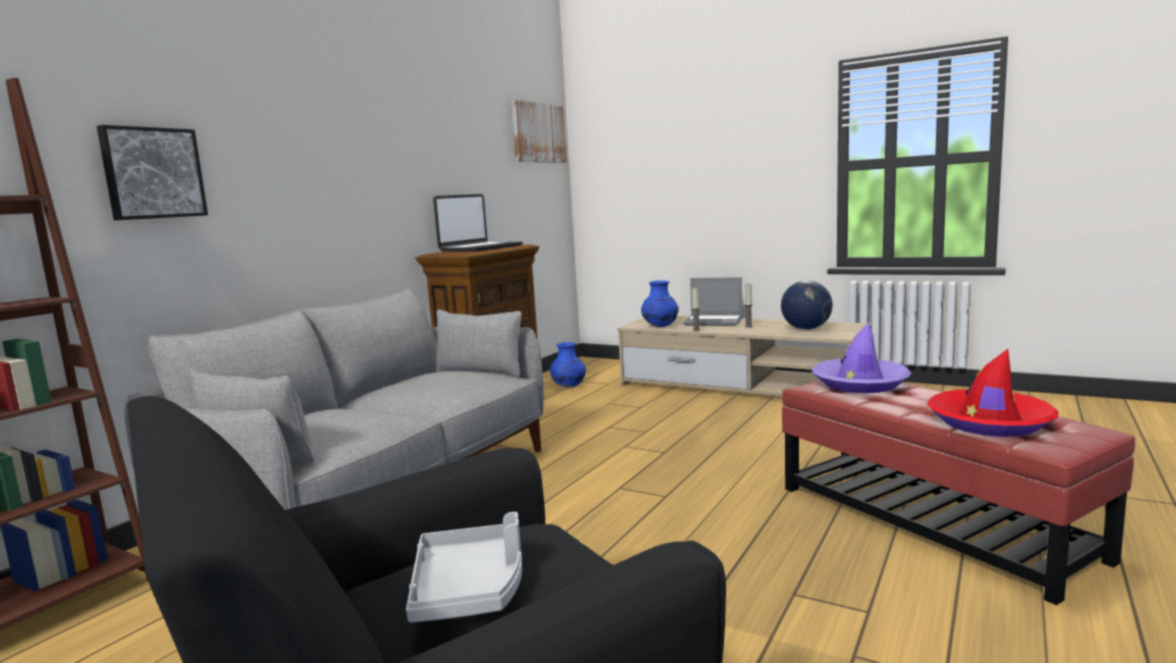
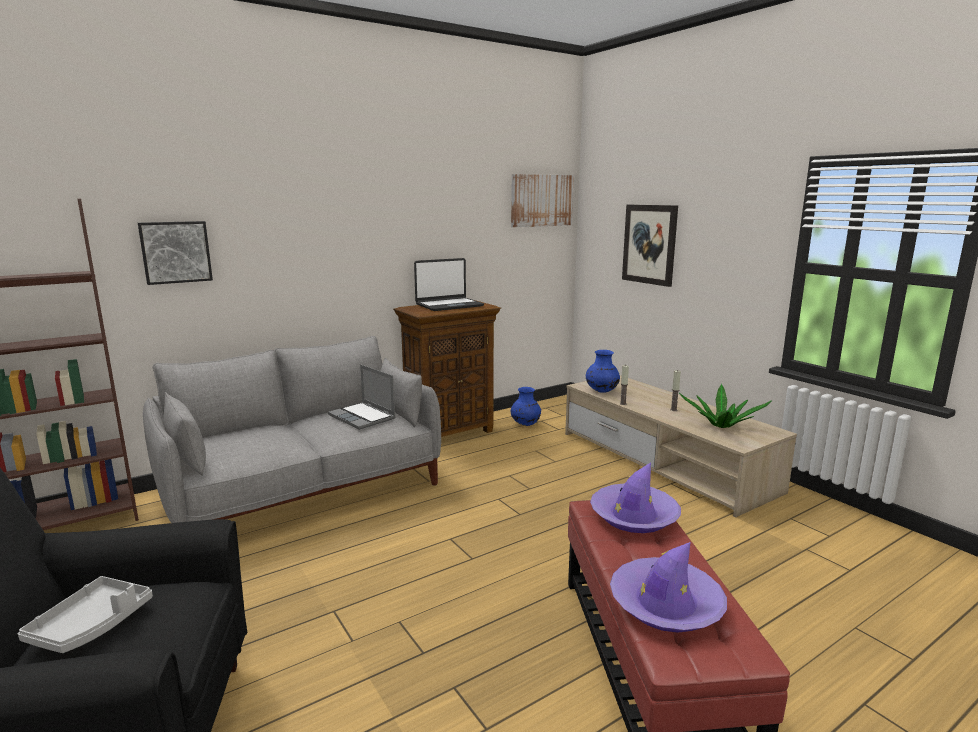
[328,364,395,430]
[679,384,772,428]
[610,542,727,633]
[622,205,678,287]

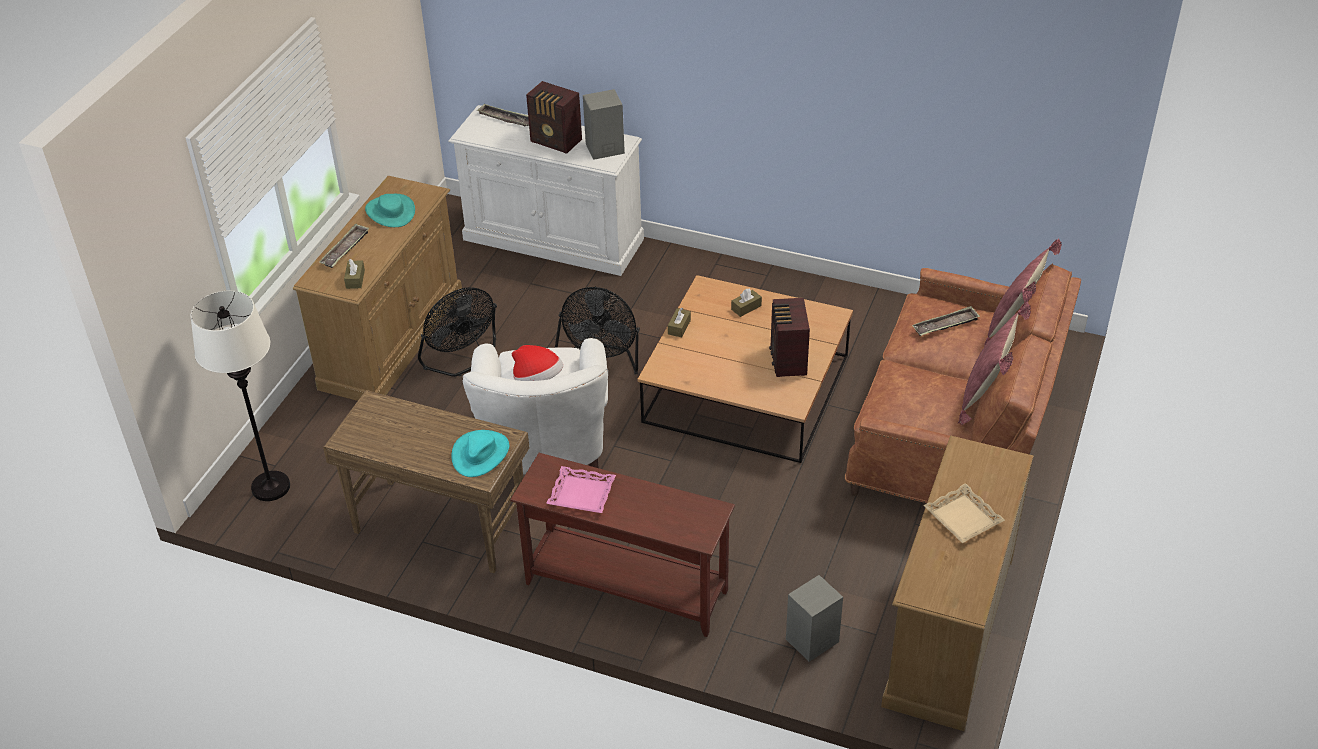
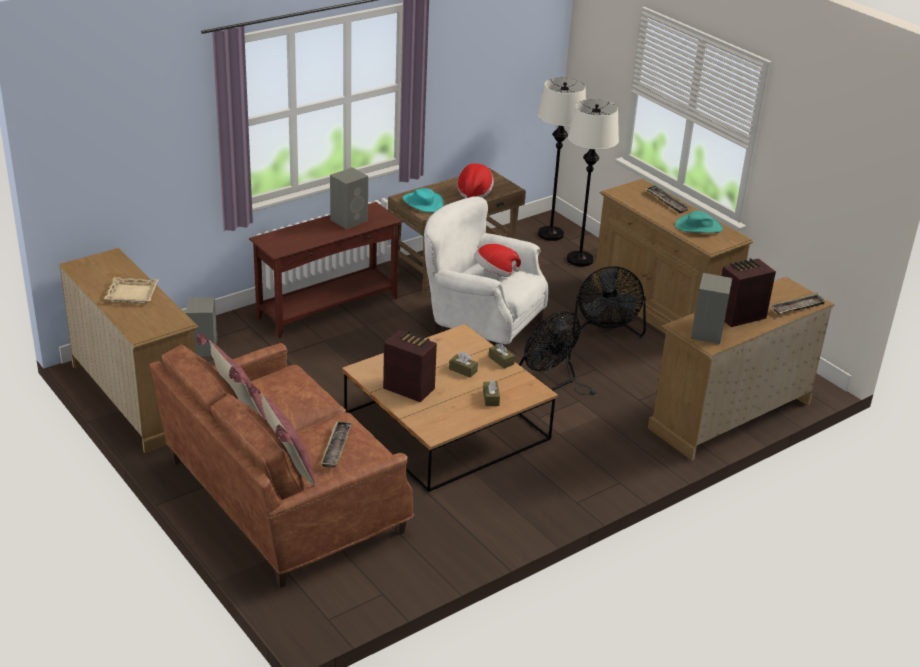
[648,277,835,461]
[449,352,478,378]
[572,266,646,339]
[330,167,368,229]
[567,99,619,267]
[457,164,494,198]

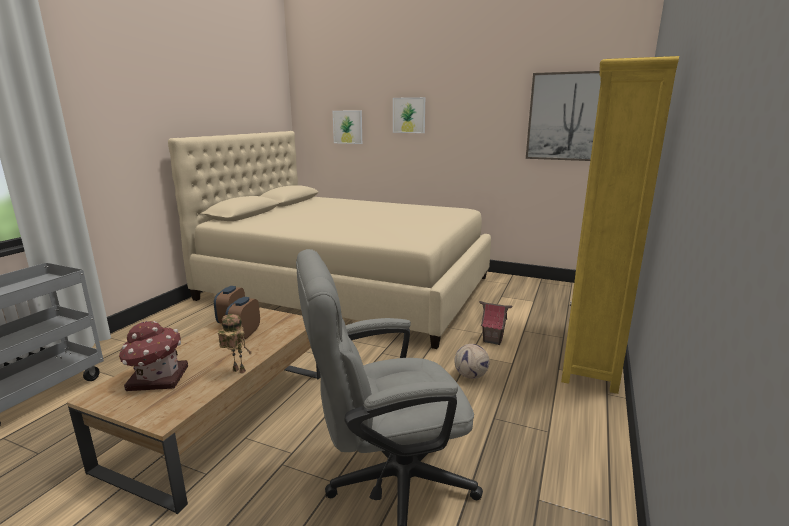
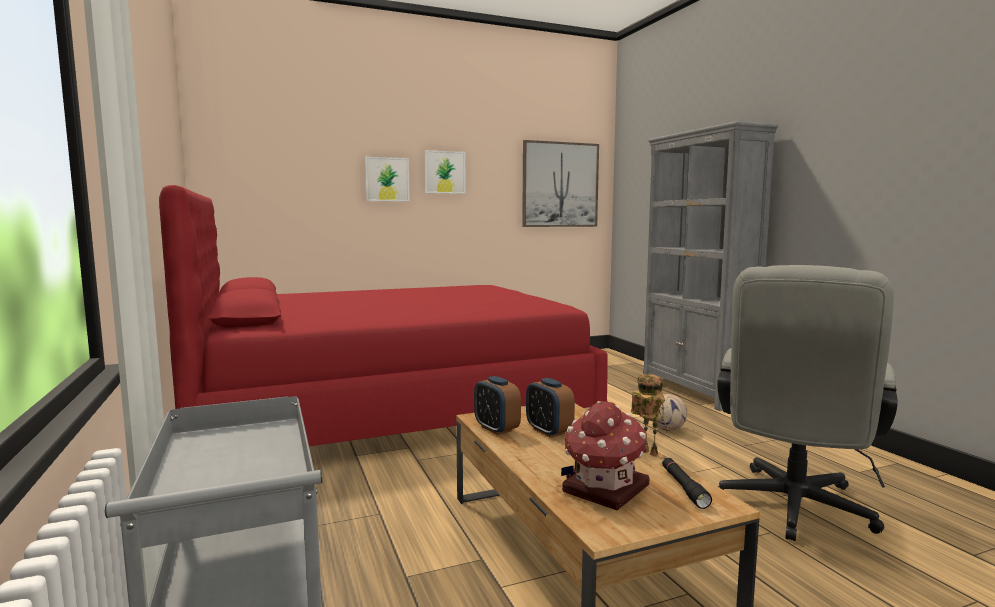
[643,121,778,411]
[425,150,466,194]
[159,185,608,446]
[479,301,513,345] (first image)
[631,374,670,457]
[662,458,712,509]

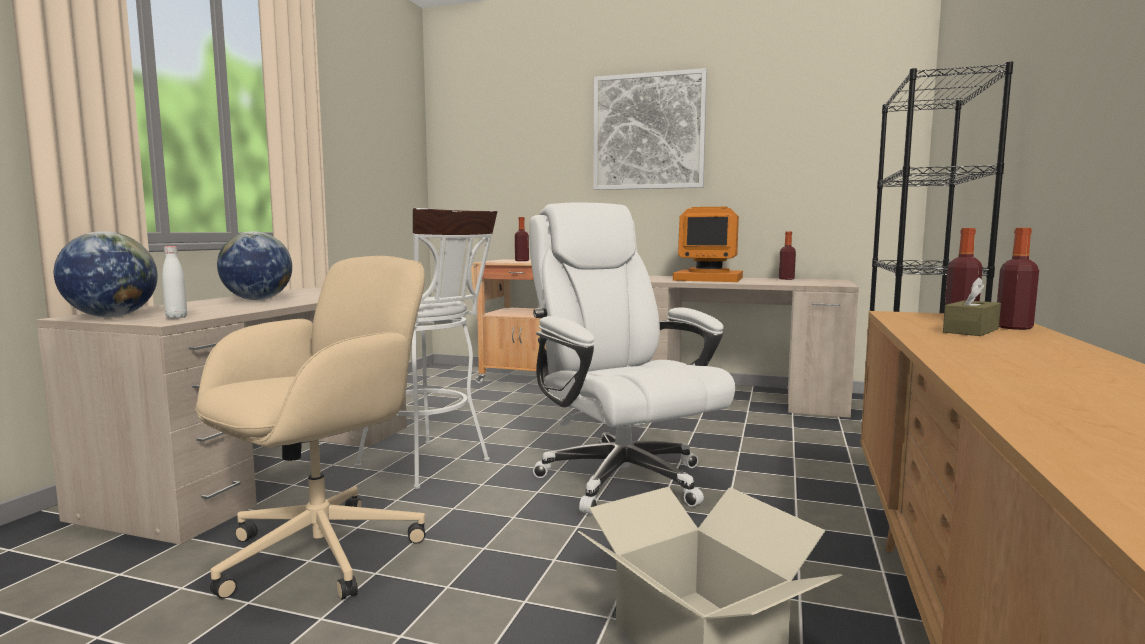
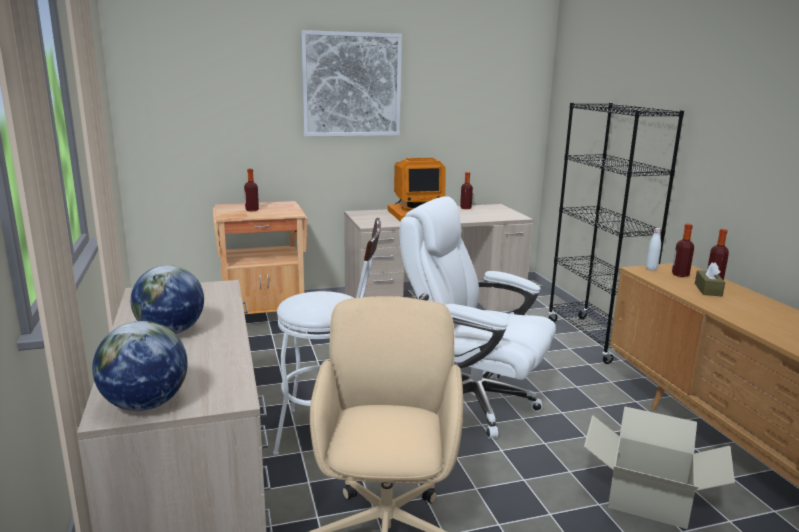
[646,228,661,271]

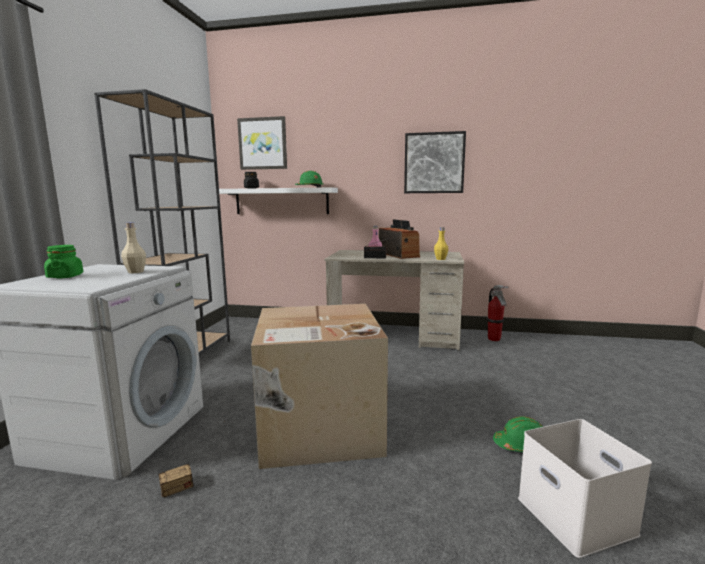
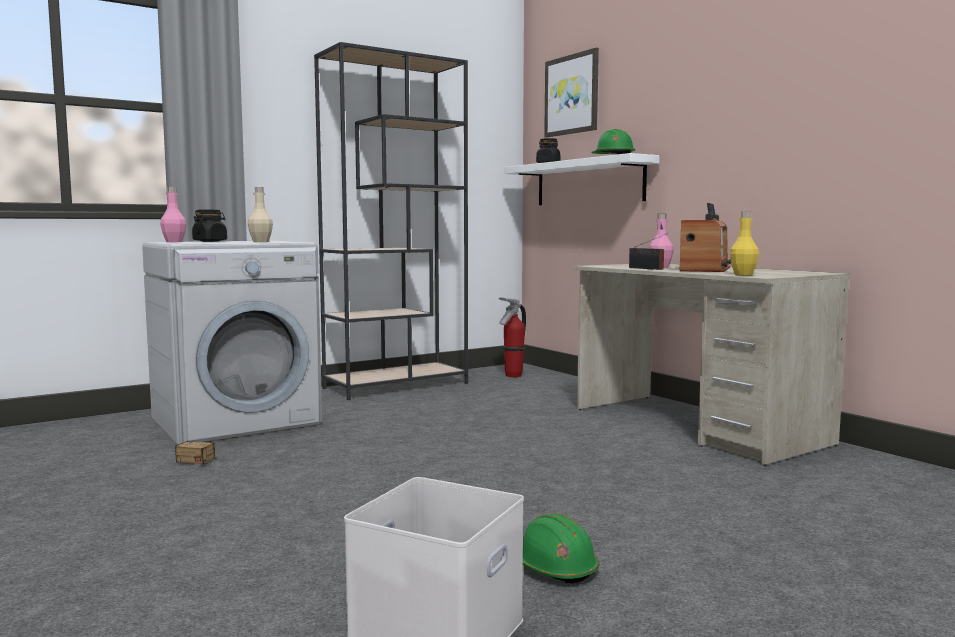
[404,131,466,193] (first image)
[192,210,227,242]
[499,297,526,377]
[251,304,388,469] (first image)
[160,187,186,242]

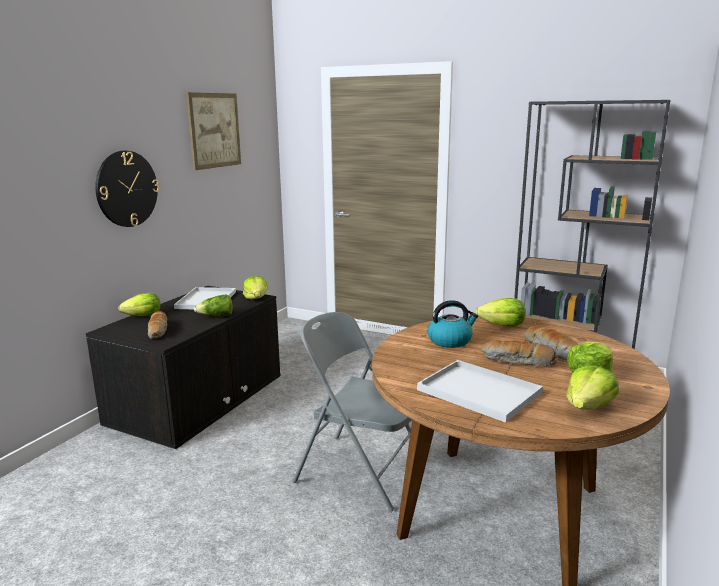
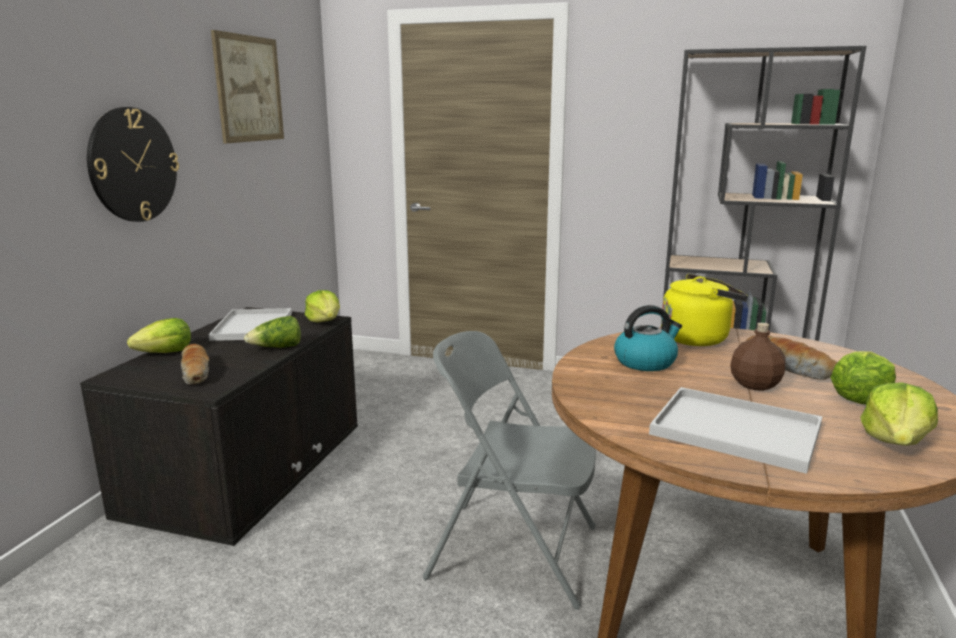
[661,274,748,346]
[730,322,786,391]

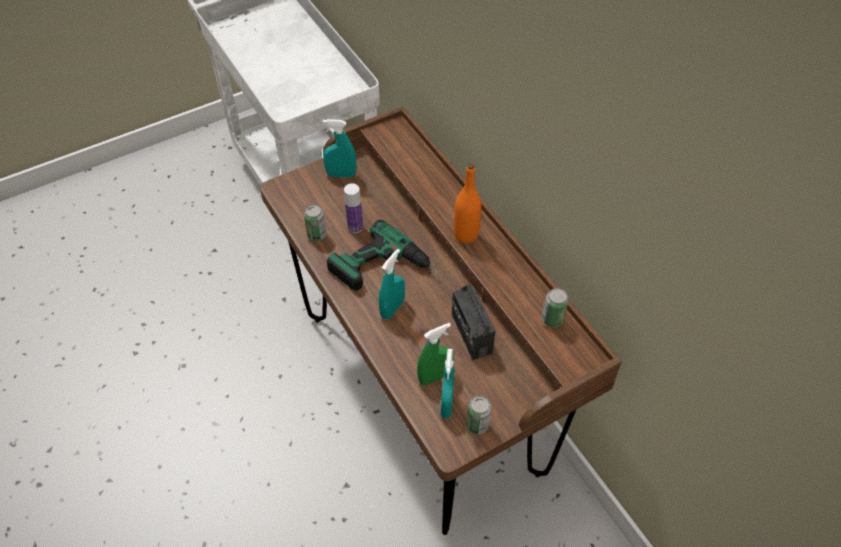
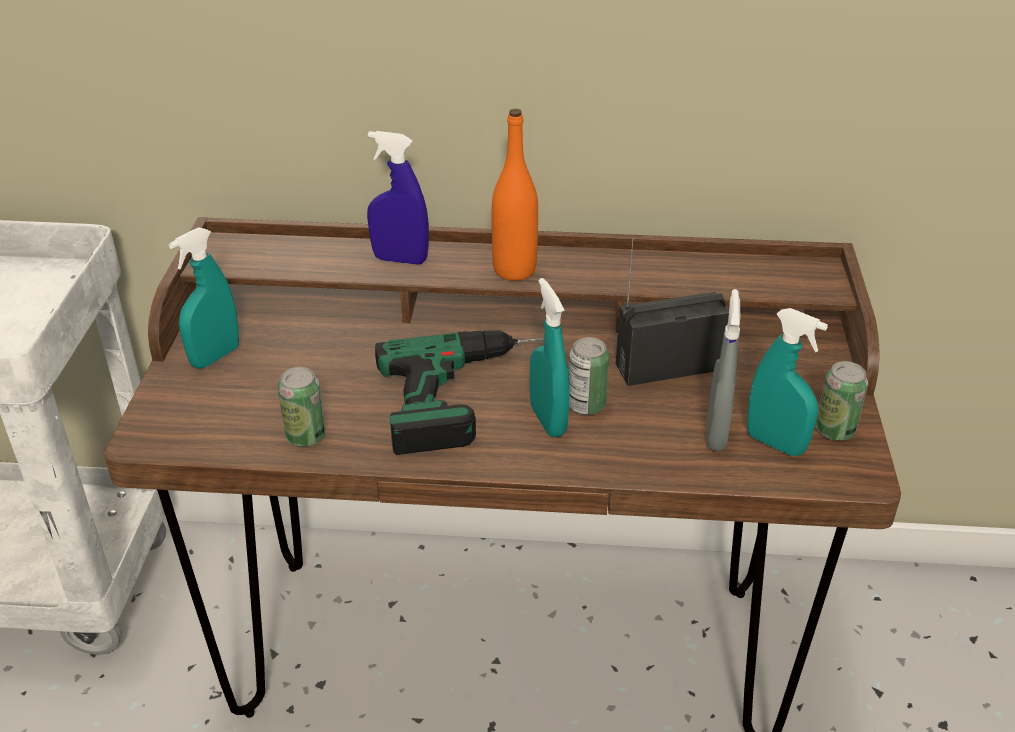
[344,183,363,233] (first image)
[616,238,729,386]
[569,337,609,415]
[707,289,740,451]
[367,131,429,265]

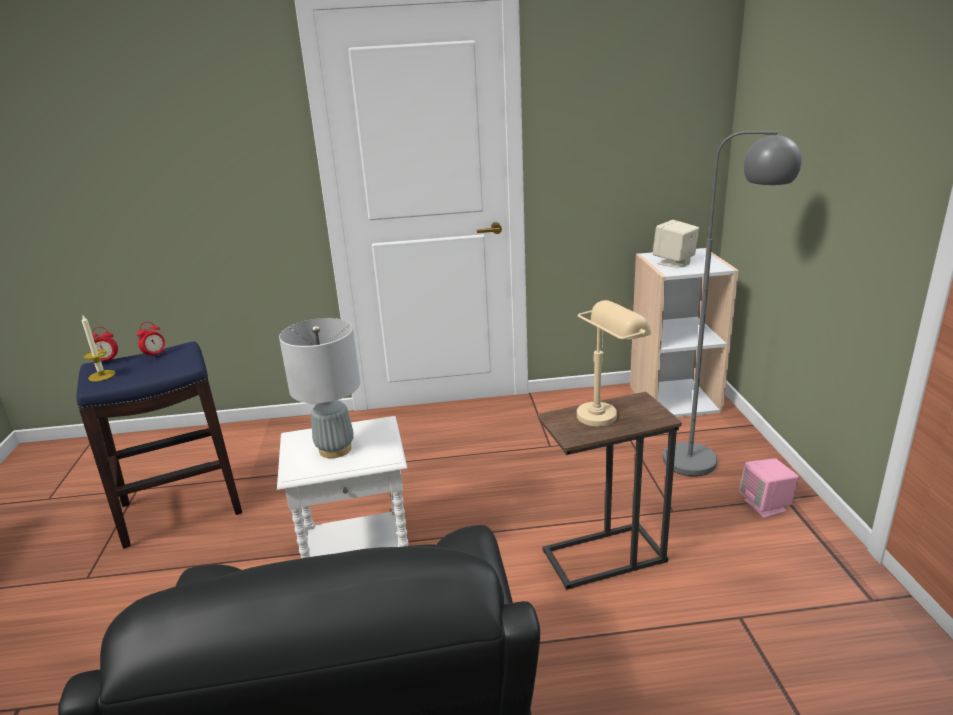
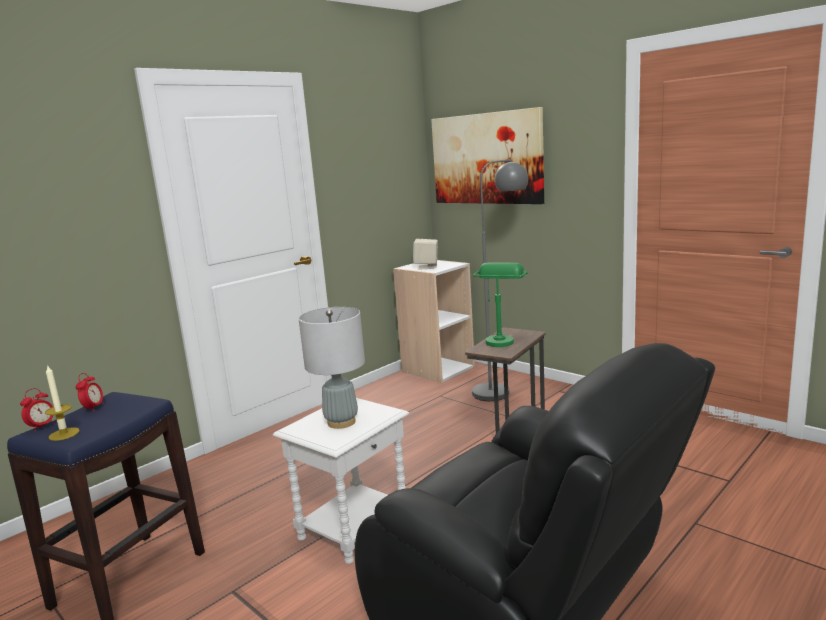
[473,263,528,347]
[739,458,799,518] (first image)
[431,107,544,204]

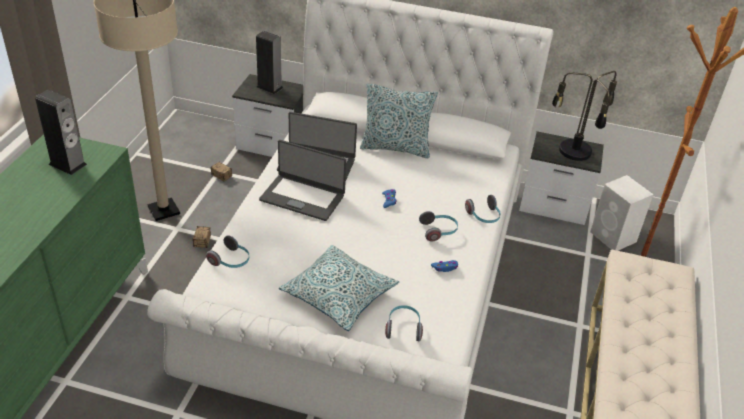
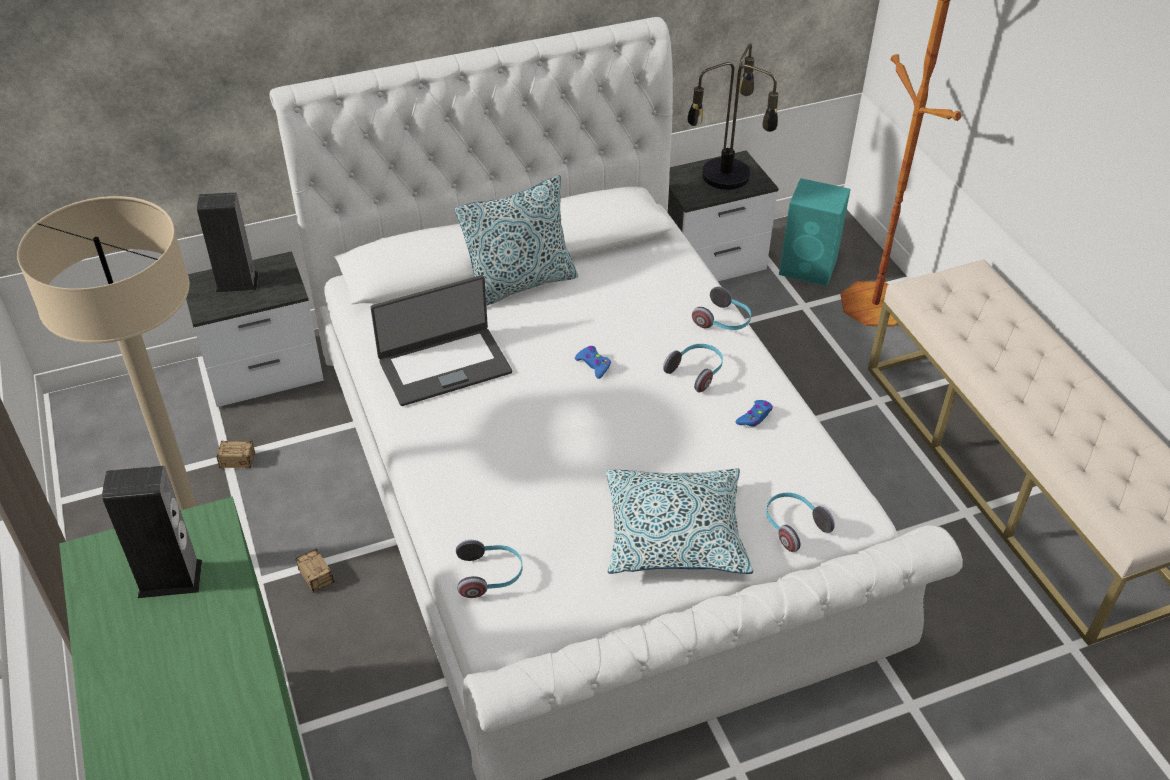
[259,140,346,221] (first image)
[779,178,851,286]

